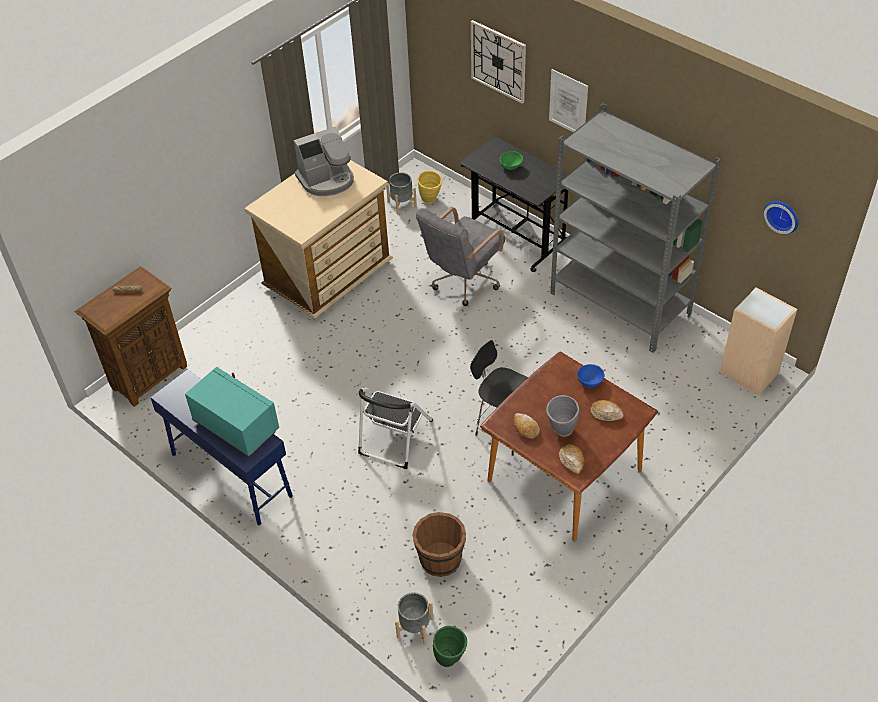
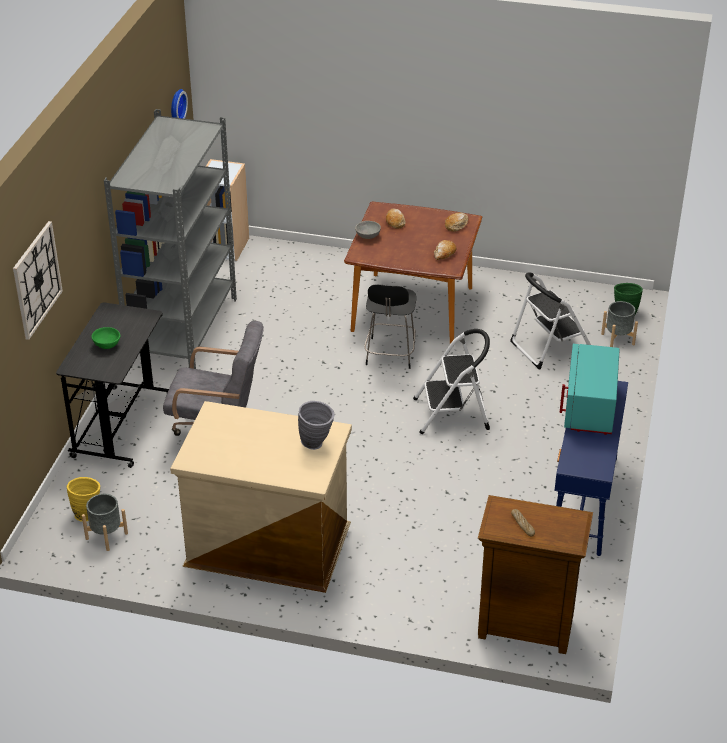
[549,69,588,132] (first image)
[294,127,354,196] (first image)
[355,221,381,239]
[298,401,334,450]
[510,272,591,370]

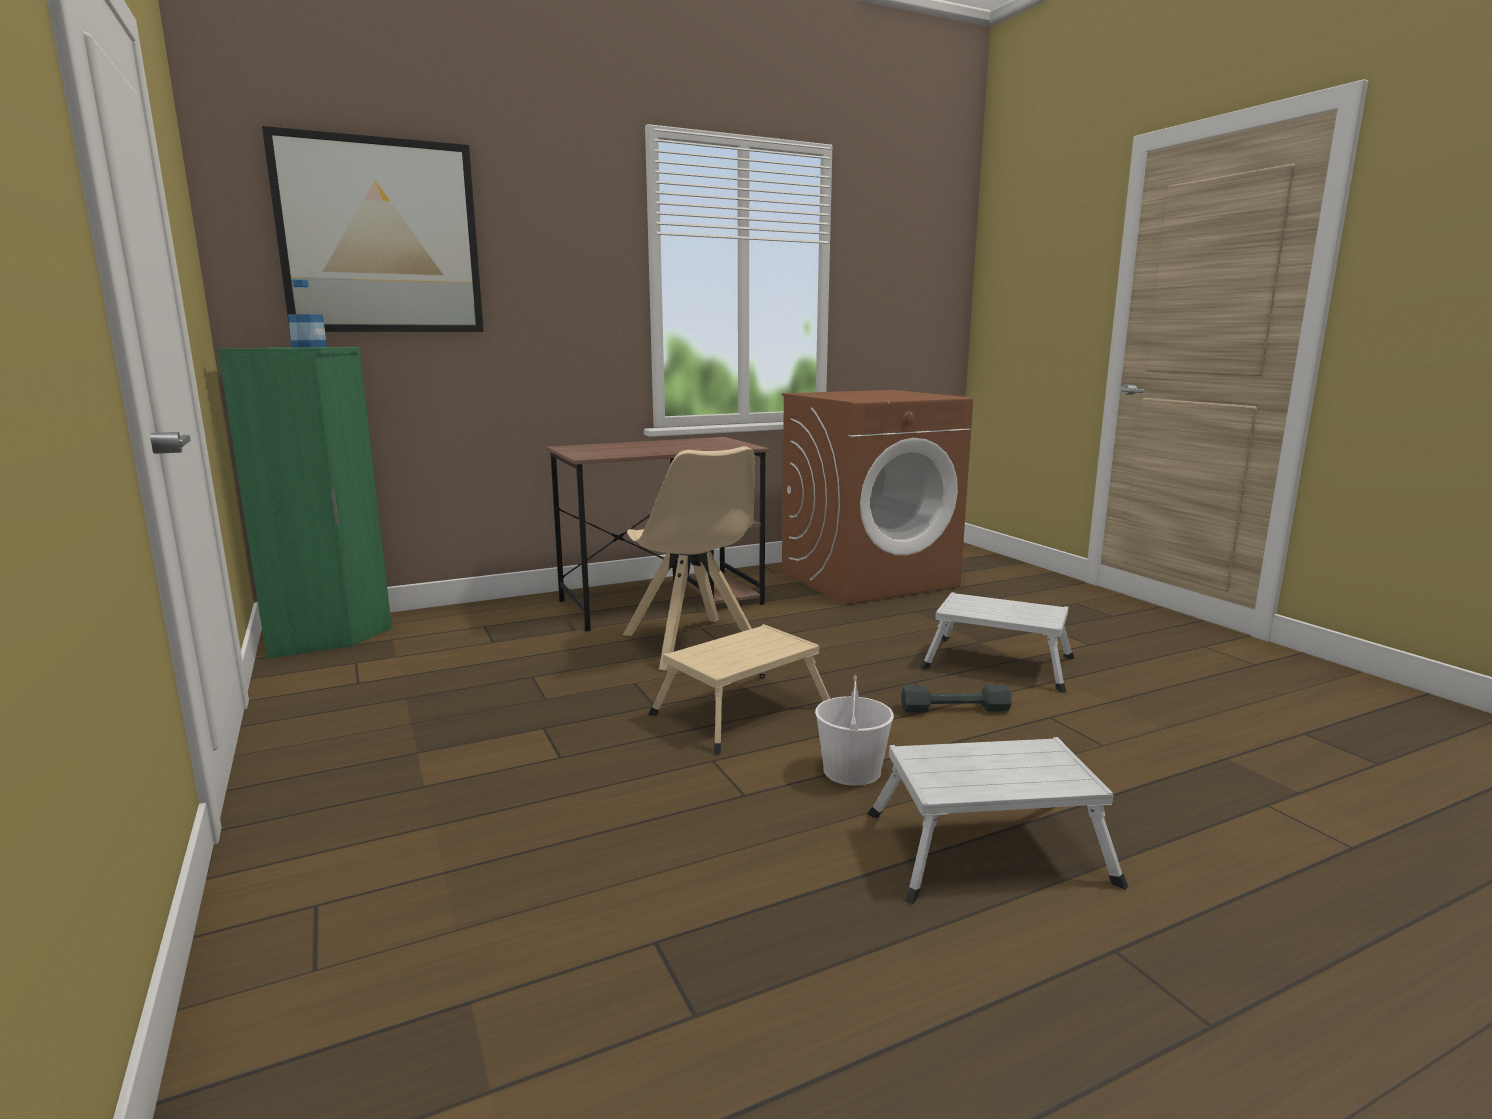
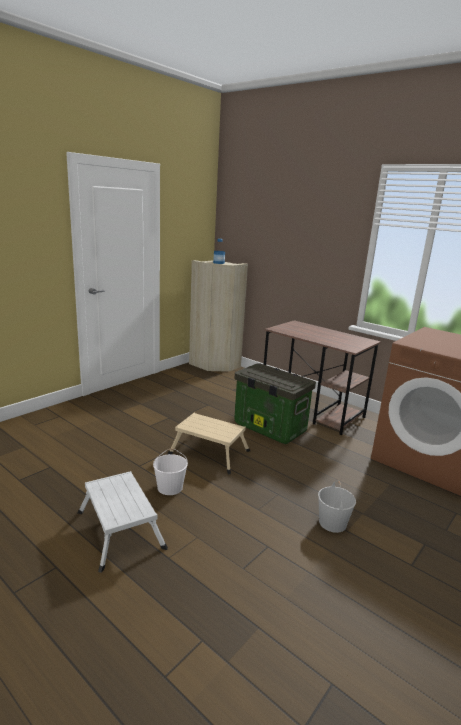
[262,126,484,332] (first image)
[189,260,248,372]
[234,363,316,444]
[318,481,356,533]
[901,685,1012,713] (first image)

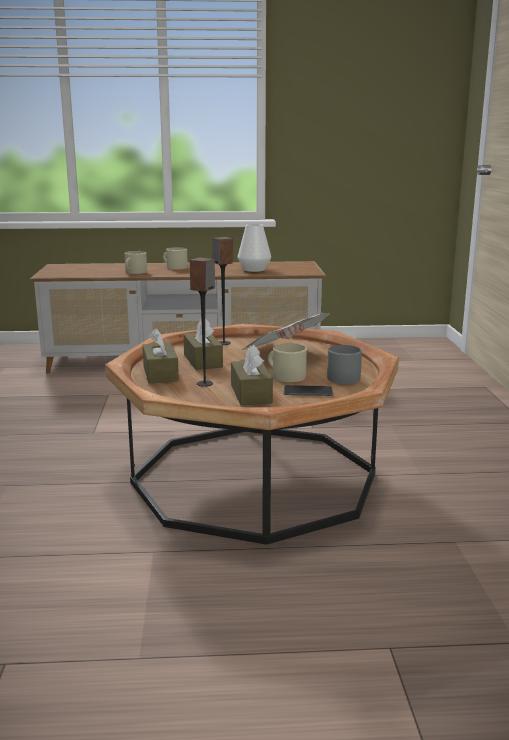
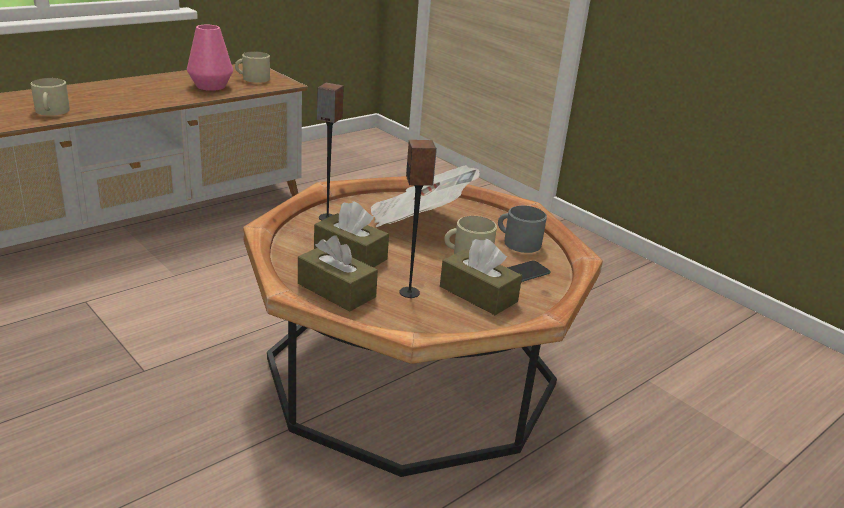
[187,25,233,91]
[235,51,270,83]

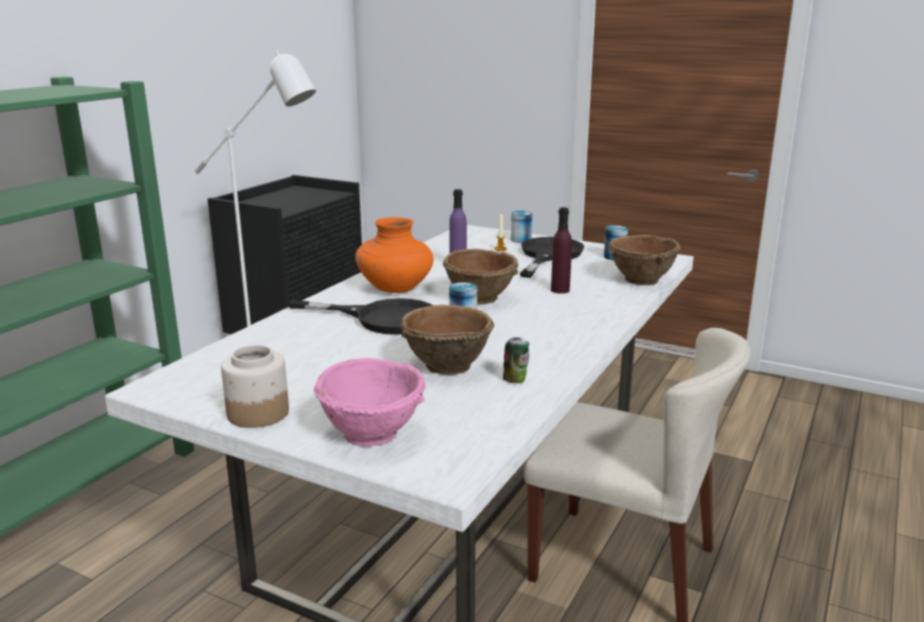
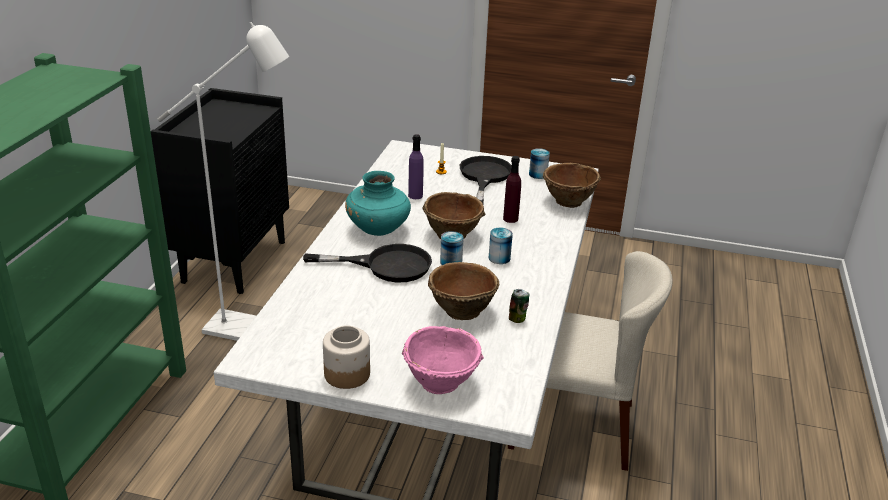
[489,228,513,264]
[345,171,411,236]

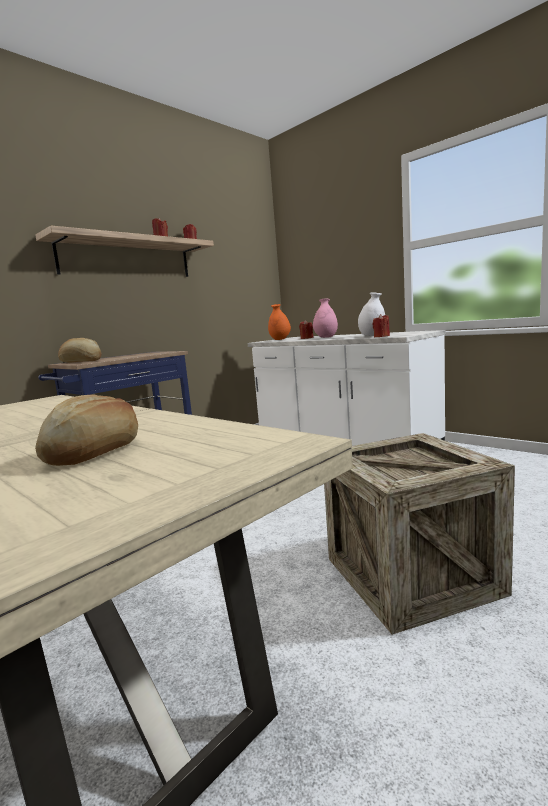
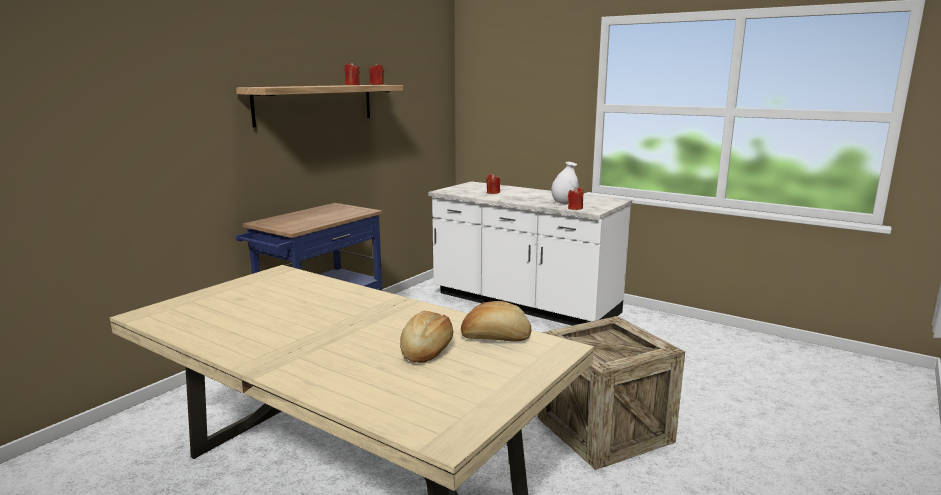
[313,298,338,338] (first image)
[268,304,291,340] (first image)
[461,301,531,341]

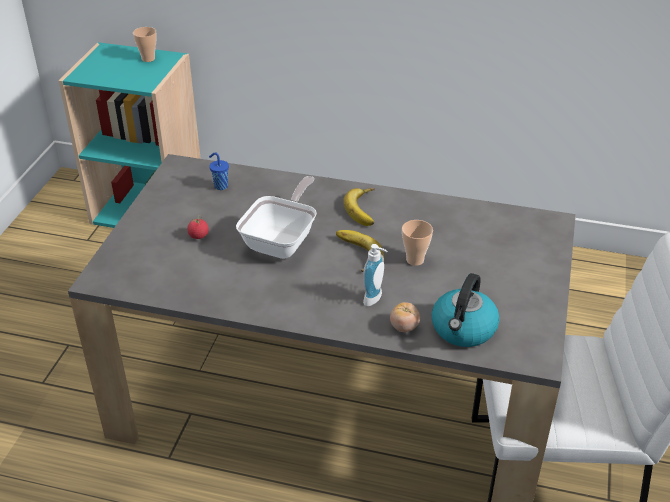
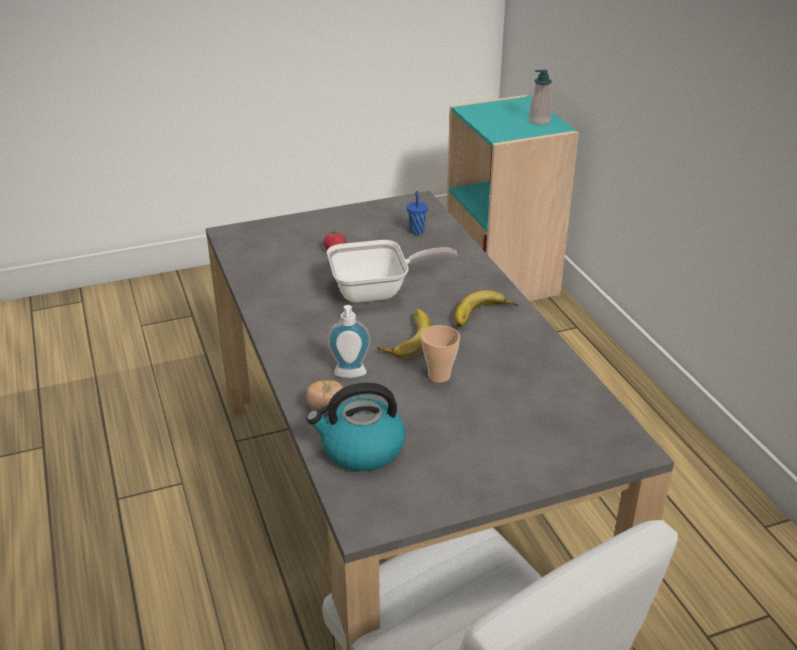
[529,69,552,125]

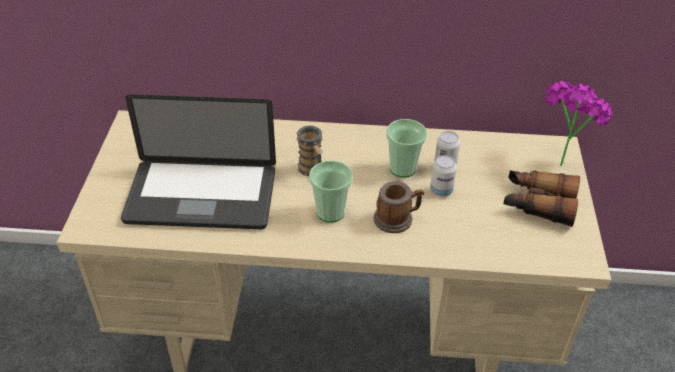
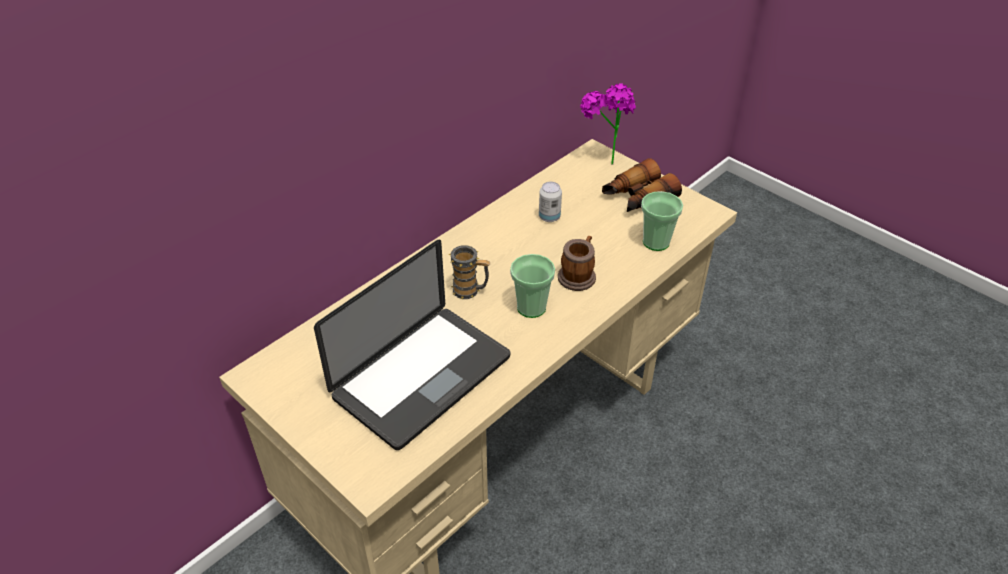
[641,191,683,251]
[430,155,457,197] (first image)

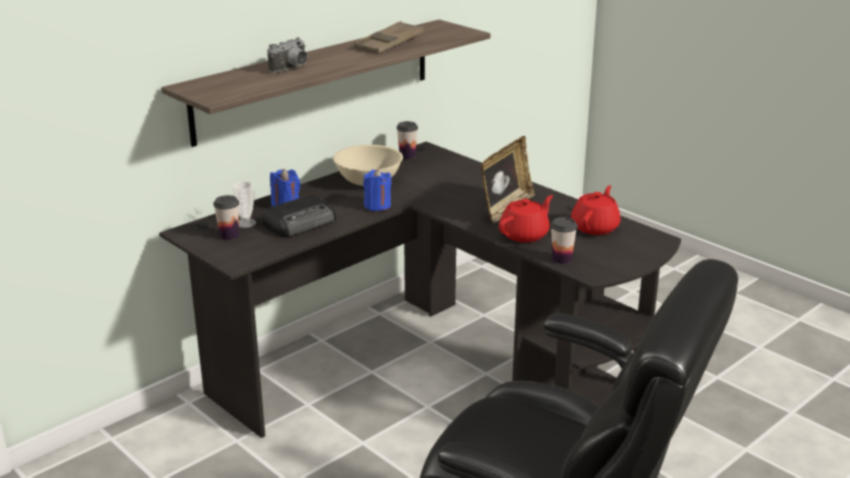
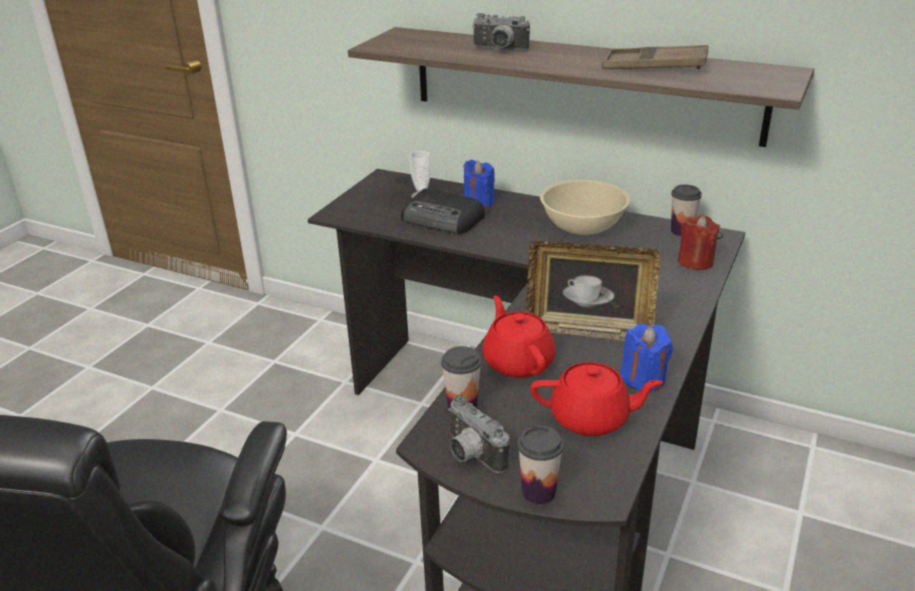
[620,324,673,391]
[517,426,564,504]
[483,295,556,378]
[678,215,720,270]
[448,395,510,474]

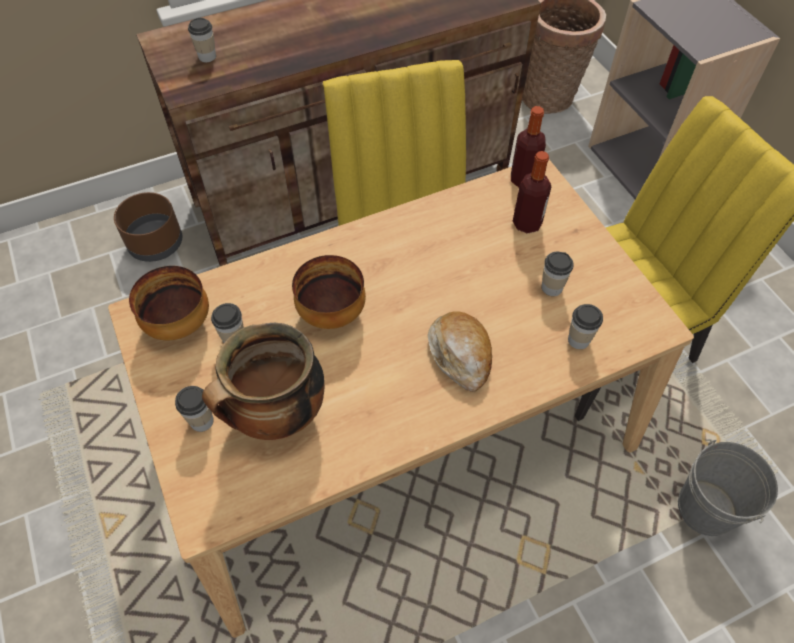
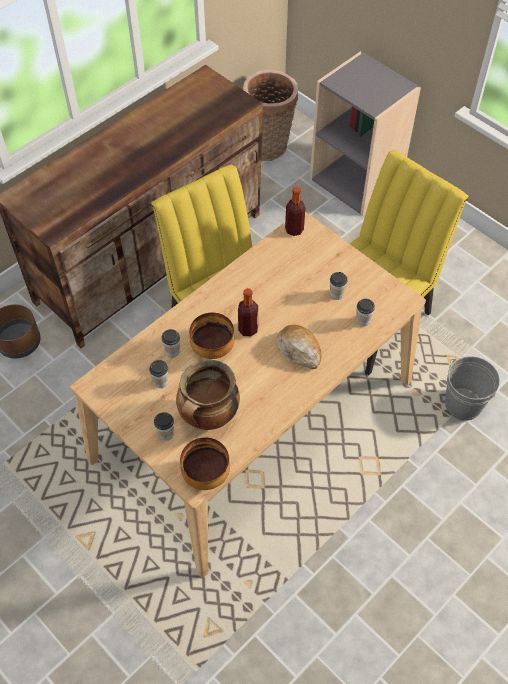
[161,329,180,357]
[238,288,258,337]
[180,437,230,490]

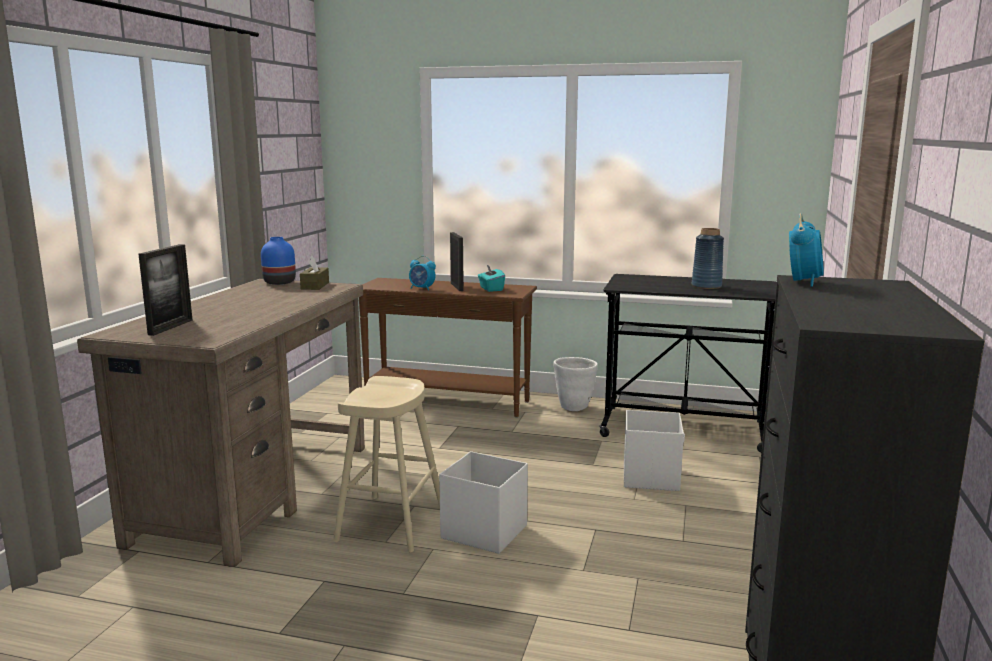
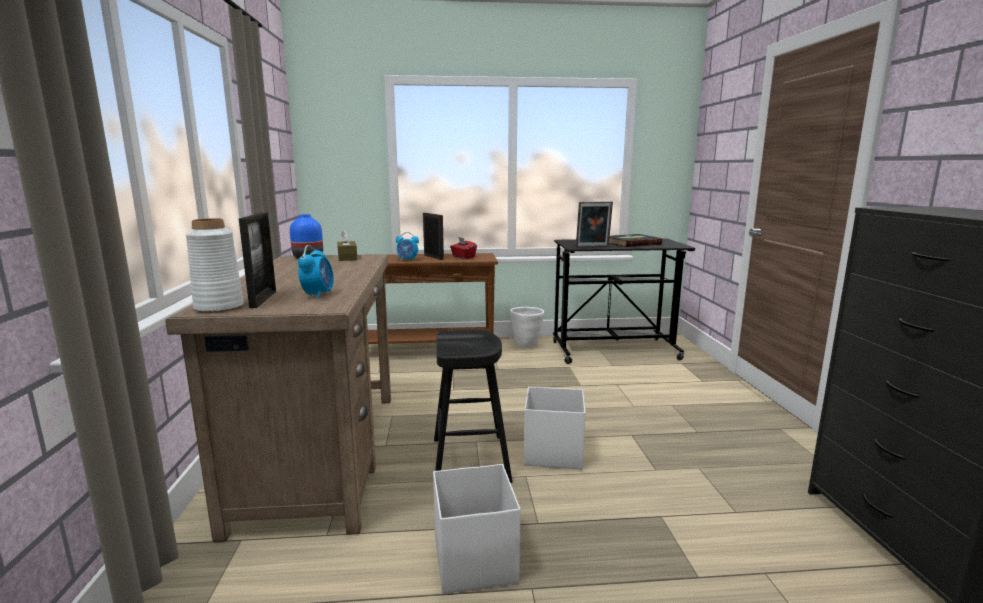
[298,245,334,299]
[609,234,662,247]
[450,237,477,259]
[434,330,512,483]
[433,464,521,594]
[576,201,613,248]
[186,218,244,313]

